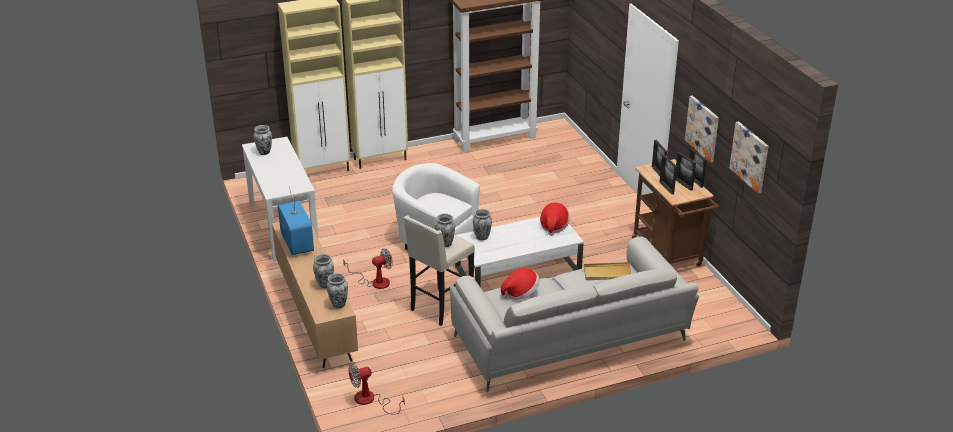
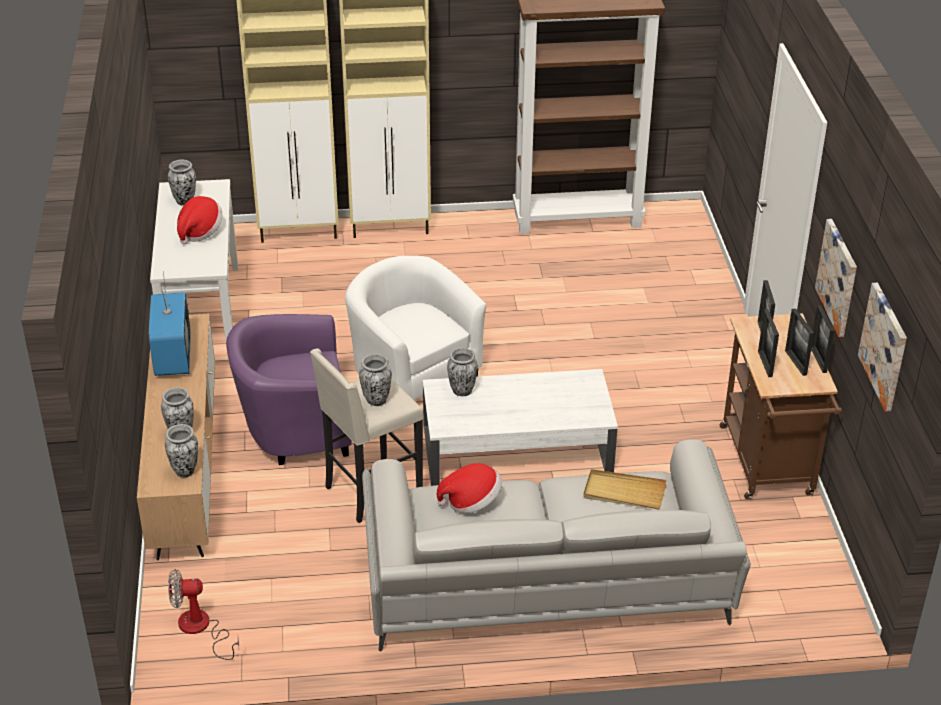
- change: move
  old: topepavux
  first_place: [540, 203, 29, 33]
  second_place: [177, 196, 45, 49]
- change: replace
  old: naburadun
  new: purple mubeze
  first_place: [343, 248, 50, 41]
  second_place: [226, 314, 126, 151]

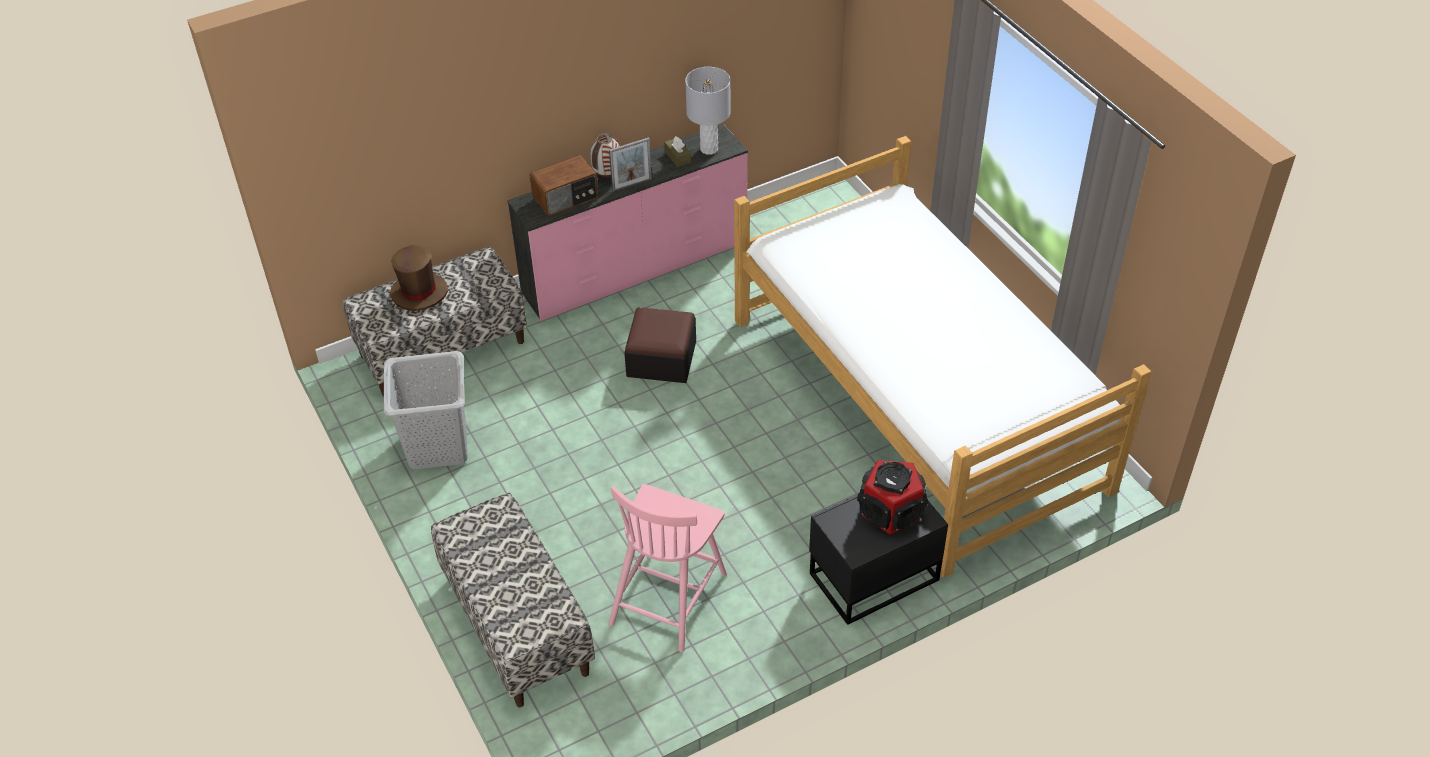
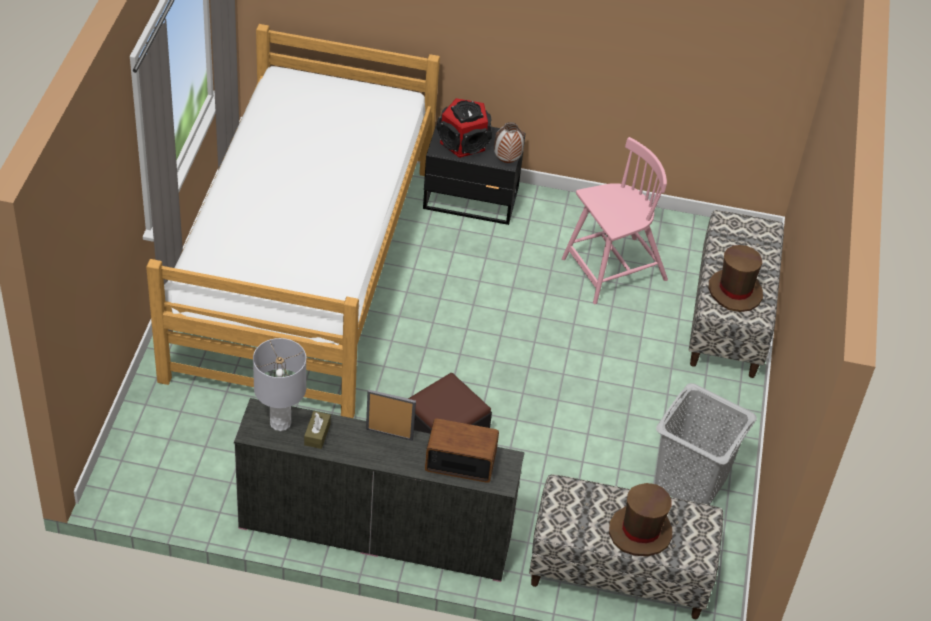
- change: move
  old: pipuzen
  first_place: [590, 133, 29, 44]
  second_place: [494, 122, 31, 41]
- change: insert
  new: brown topepavux
  second_place: [708, 245, 55, 67]

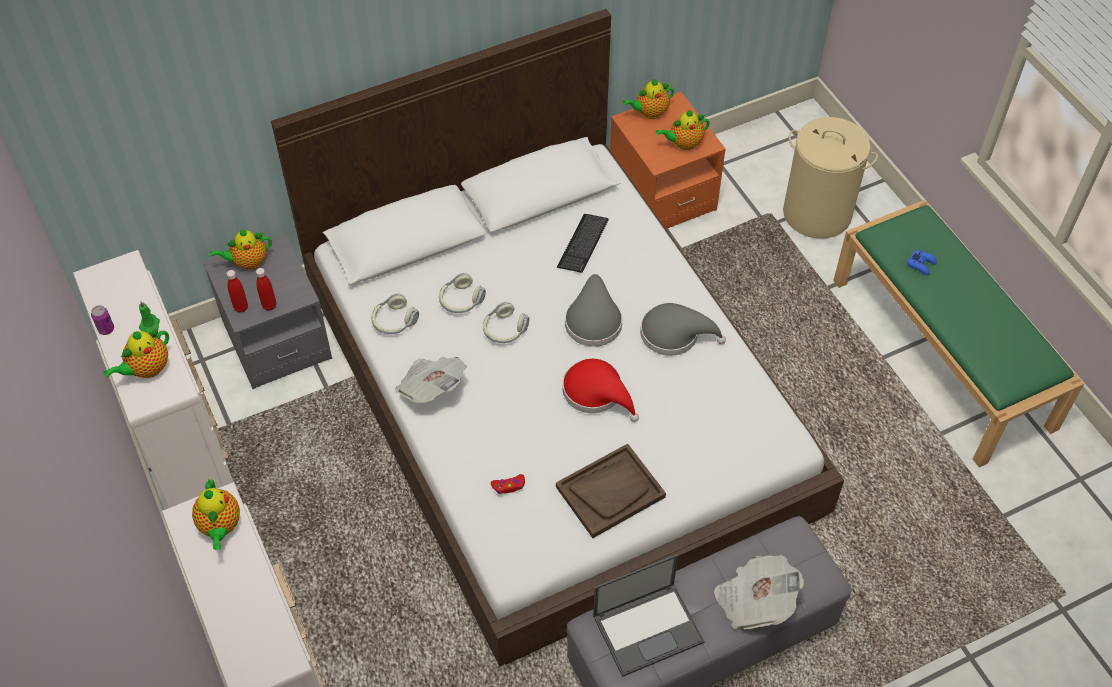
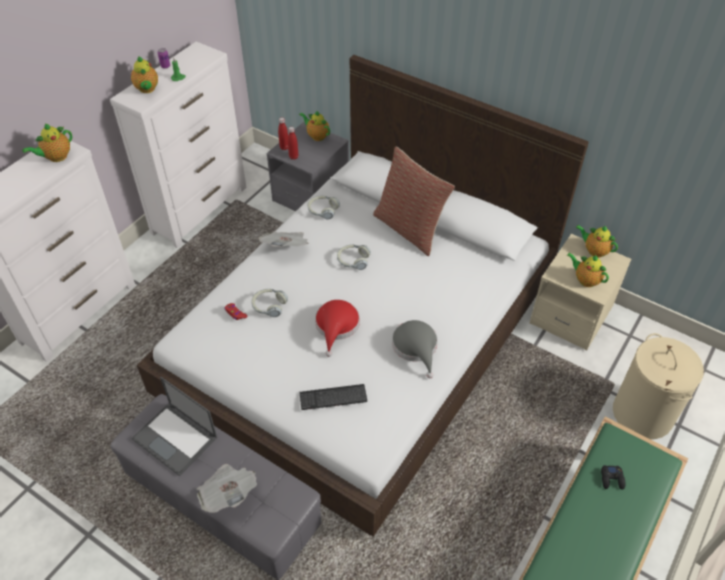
- change: rotate
  old: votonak
  first_place: [103, 327, 66, 51]
  second_place: [131, 56, 27, 37]
  degrees: -120
- change: move
  old: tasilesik
  first_place: [439, 273, 47, 40]
  second_place: [251, 289, 37, 28]
- change: move
  old: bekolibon
  first_place: [557, 214, 51, 59]
  second_place: [300, 384, 67, 26]
- change: insert
  new: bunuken
  second_place: [373, 147, 82, 109]
- change: recolor
  old: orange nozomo
  new: beige nozomo
  first_place: [610, 92, 116, 137]
  second_place: [530, 234, 102, 117]
- change: recolor
  old: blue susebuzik
  new: black susebuzik
  first_place: [907, 250, 30, 25]
  second_place: [601, 465, 24, 25]
- change: delete
  old: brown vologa
  first_place: [556, 444, 110, 94]
- change: delete
  old: grey topepavux
  first_place: [565, 274, 57, 73]

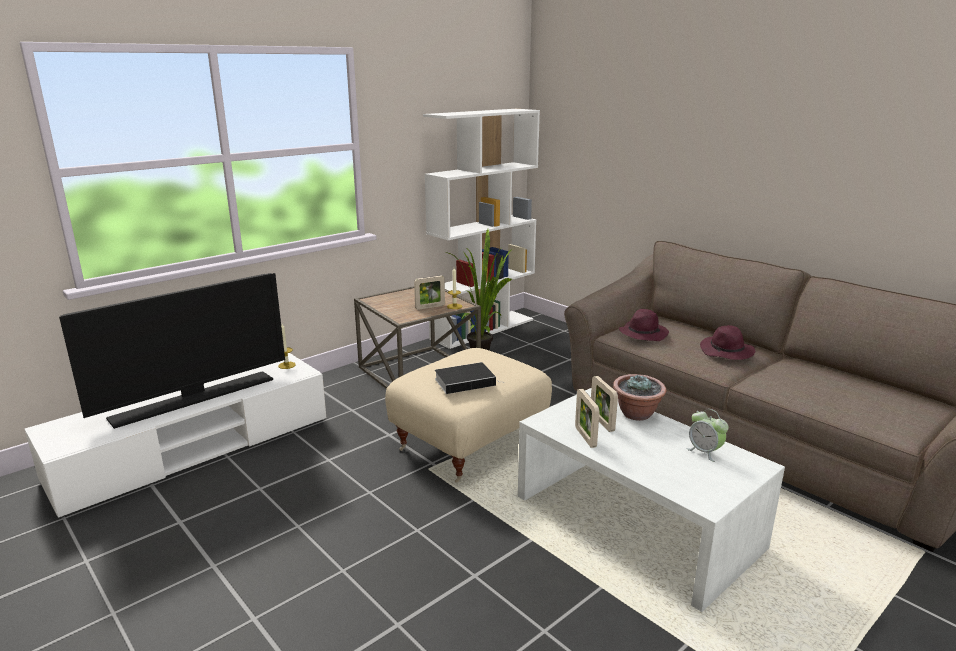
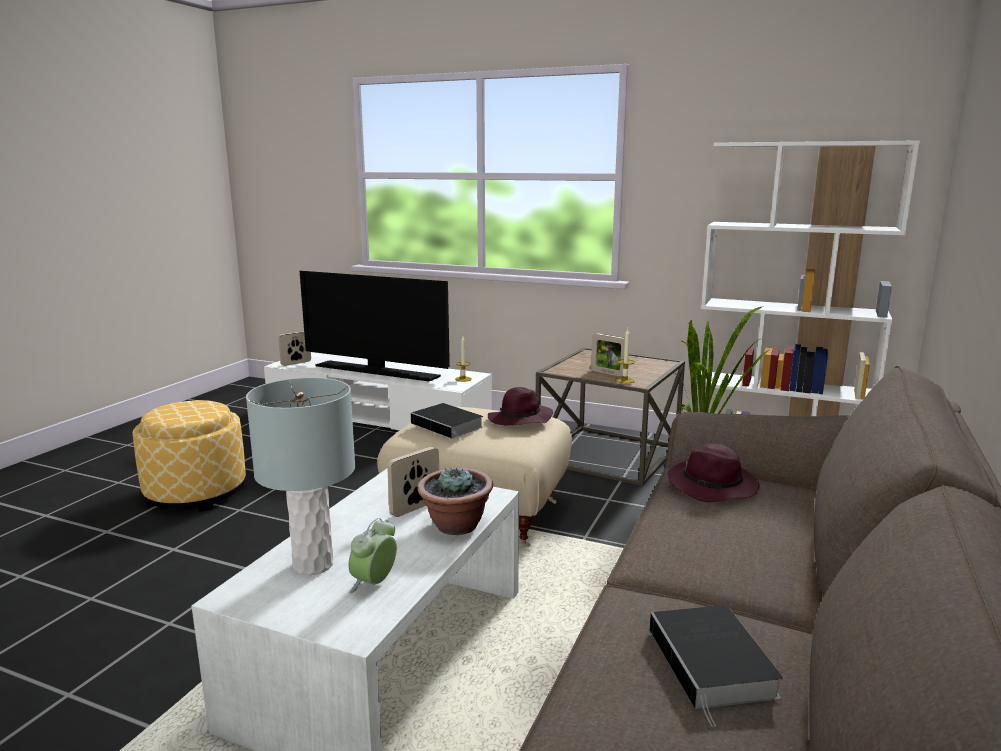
- change: insert
  new: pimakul
  second_place: [132, 400, 114, 112]
- change: insert
  new: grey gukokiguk
  second_place: [246, 378, 109, 197]
- change: move
  old: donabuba
  first_place: [575, 389, 25, 59]
  second_place: [278, 331, 33, 35]
- change: move
  old: purple topepavux
  first_place: [700, 325, 55, 35]
  second_place: [488, 387, 65, 38]
- change: insert
  new: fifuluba
  second_place: [650, 605, 133, 121]

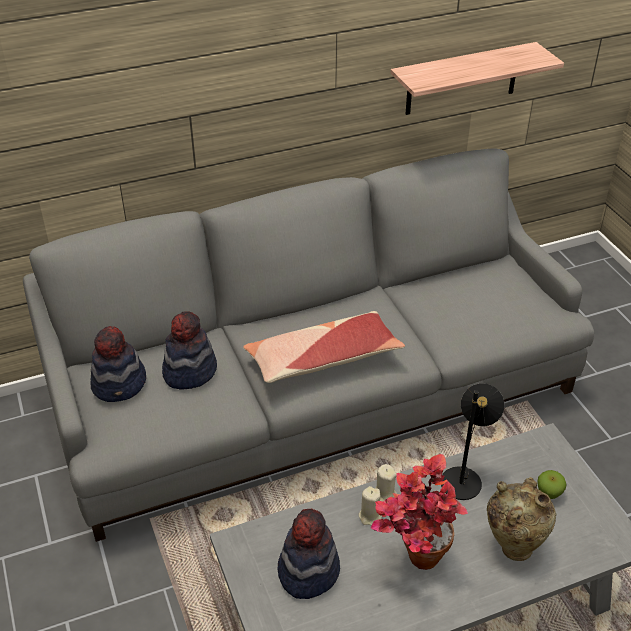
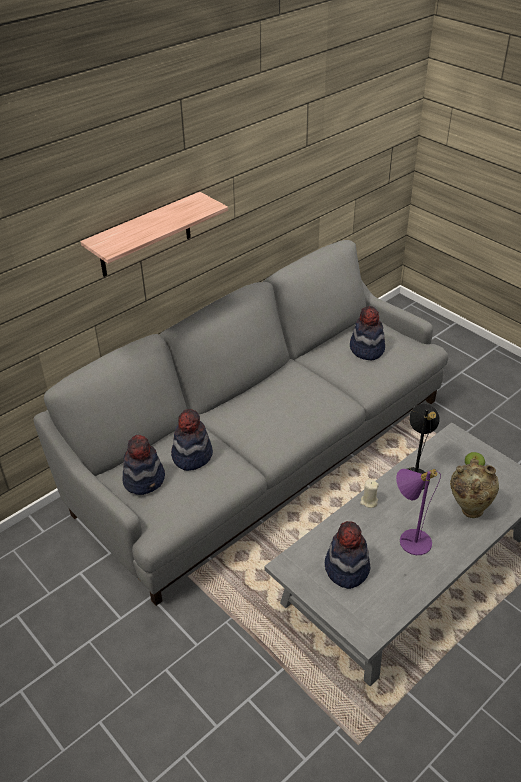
- change: move
  old: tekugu
  first_place: [391, 42, 173, 73]
  second_place: [80, 192, 148, 85]
- change: insert
  new: topepavux
  second_place: [350, 306, 35, 55]
- change: replace
  old: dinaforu
  new: purple gukokiguk
  first_place: [371, 454, 97, 116]
  second_place: [396, 469, 45, 86]
- change: delete
  old: bunuken
  first_place: [243, 311, 162, 72]
- change: delete
  old: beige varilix
  first_place: [359, 486, 23, 40]

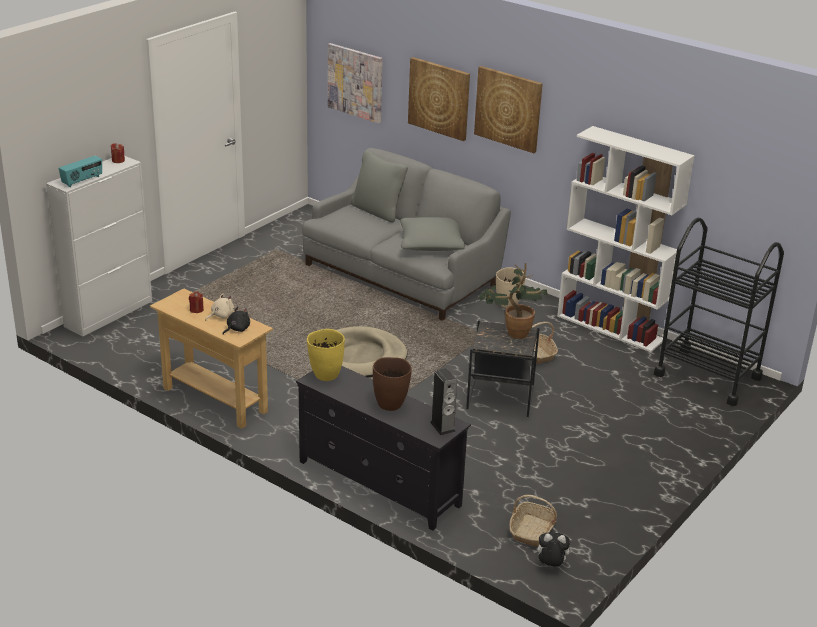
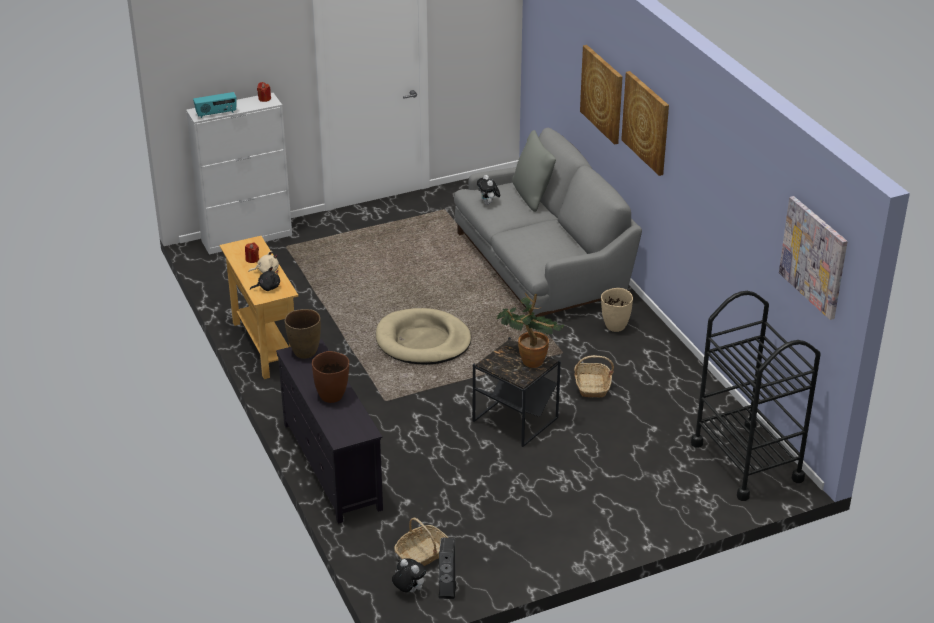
- change: recolor
  old: yellow pipuzen
  new: brown pipuzen
  first_place: [307, 329, 38, 52]
  second_place: [285, 309, 36, 50]
- change: move
  old: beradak
  first_place: [430, 368, 27, 67]
  second_place: [438, 538, 19, 61]
- change: insert
  new: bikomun
  second_place: [477, 175, 23, 30]
- change: move
  old: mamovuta
  first_place: [328, 43, 55, 80]
  second_place: [779, 196, 69, 124]
- change: delete
  old: grey bunuken
  first_place: [400, 217, 65, 34]
- change: delete
  old: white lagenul
  first_place: [557, 126, 138, 226]

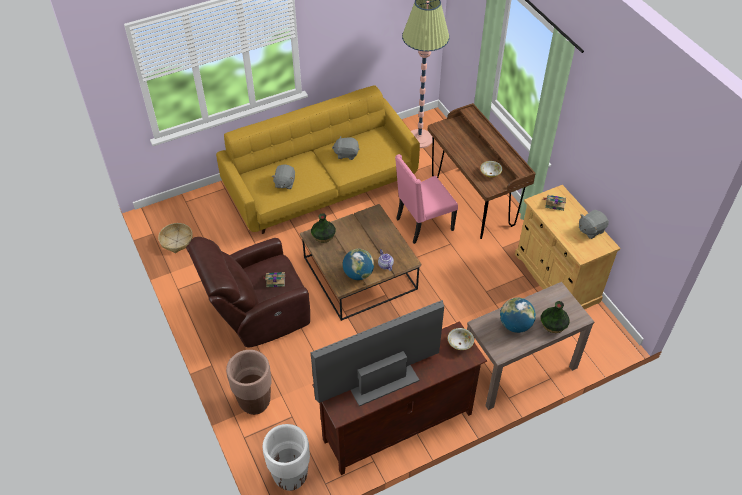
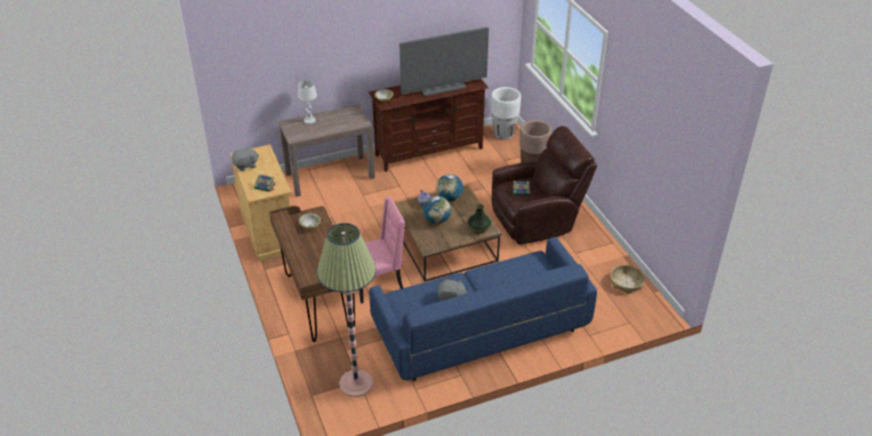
- change: replace
  old: pipuzen
  new: white gukokiguk
  first_place: [541, 301, 29, 32]
  second_place: [297, 80, 20, 44]
- change: recolor
  old: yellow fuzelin
  new: blue fuzelin
  first_place: [216, 85, 204, 149]
  second_place: [369, 237, 228, 144]
- change: move
  old: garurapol
  first_place: [500, 298, 36, 35]
  second_place: [423, 196, 28, 28]
- change: delete
  old: grey bikomun
  first_place: [272, 165, 23, 24]

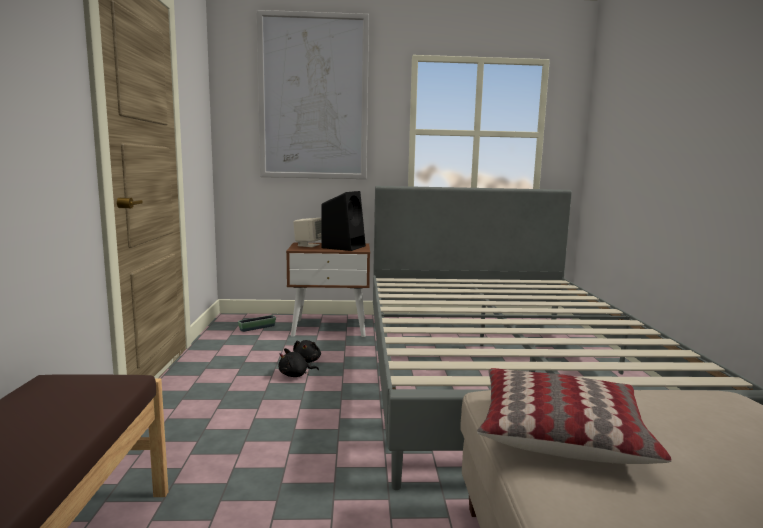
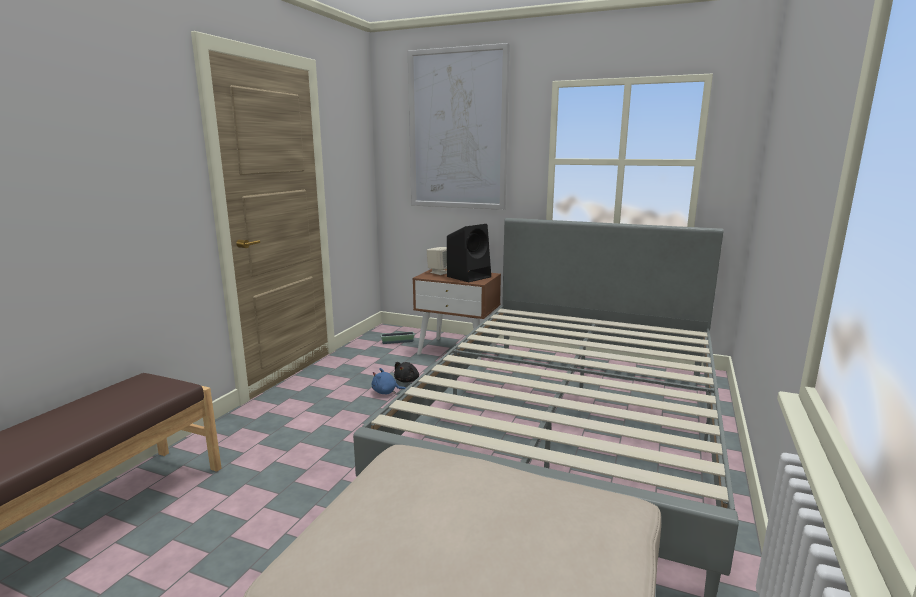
- change: recolor
  old: black bikomun
  new: blue bikomun
  first_place: [279, 348, 40, 29]
  second_place: [372, 368, 34, 26]
- change: delete
  old: bunuken
  first_place: [477, 368, 195, 96]

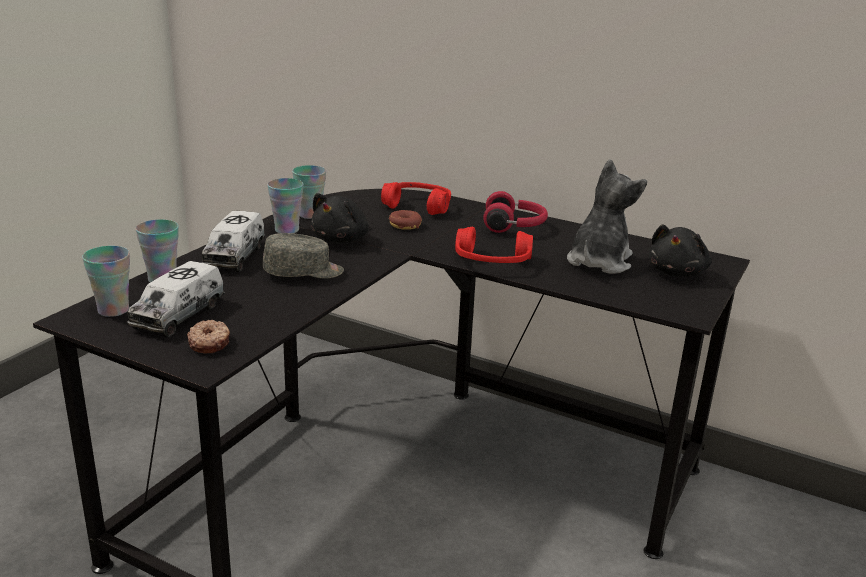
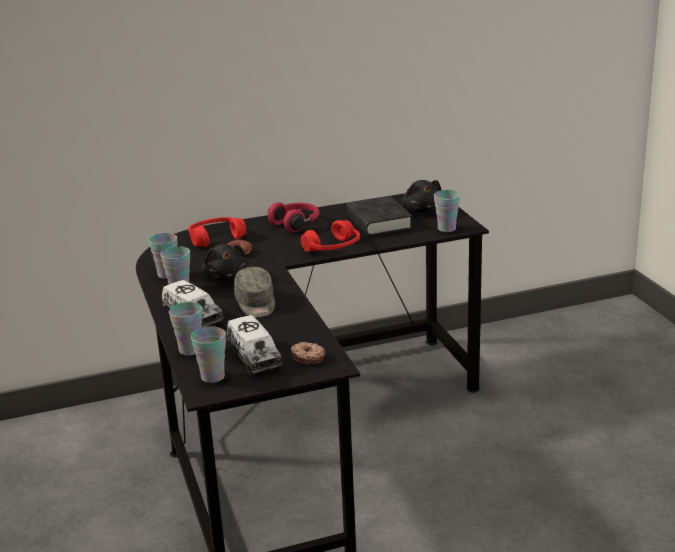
- change: rotate
  old: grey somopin
  first_place: [263, 233, 81, 46]
  second_place: [234, 267, 41, 50]
  degrees: 135
- change: replace
  old: bikomun
  new: black fifuluba
  first_place: [567, 159, 80, 115]
  second_place: [346, 196, 66, 40]
- change: insert
  new: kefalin
  second_place: [434, 190, 26, 42]

